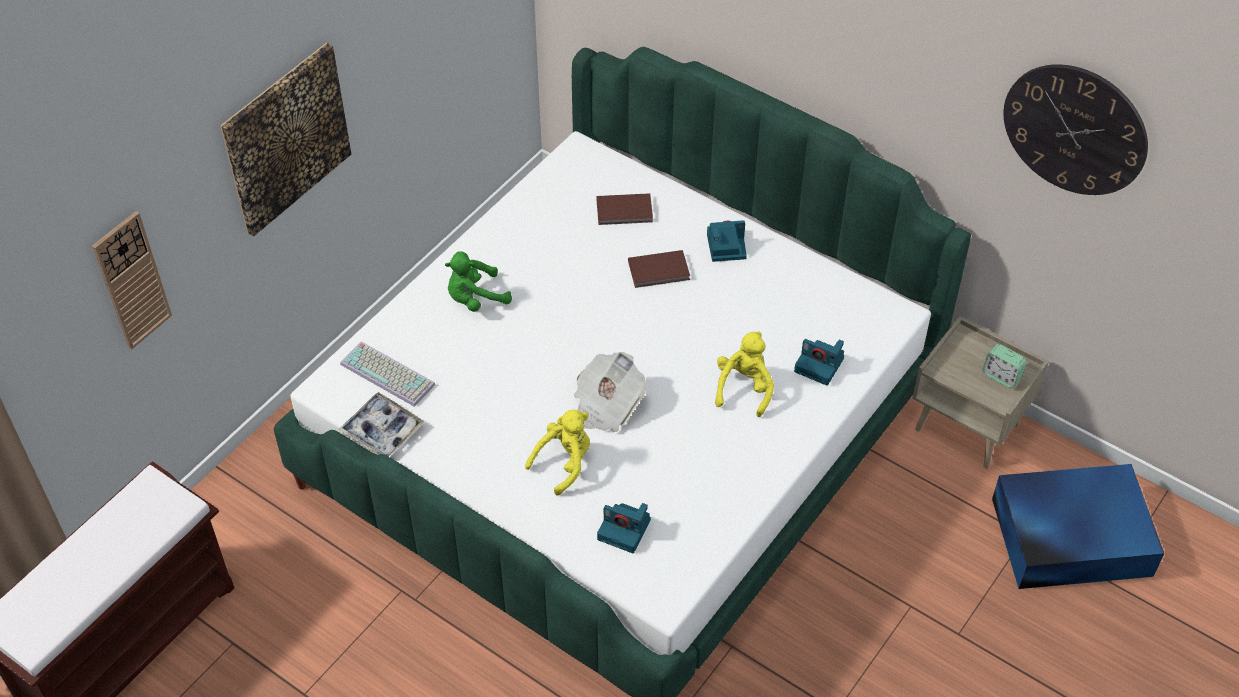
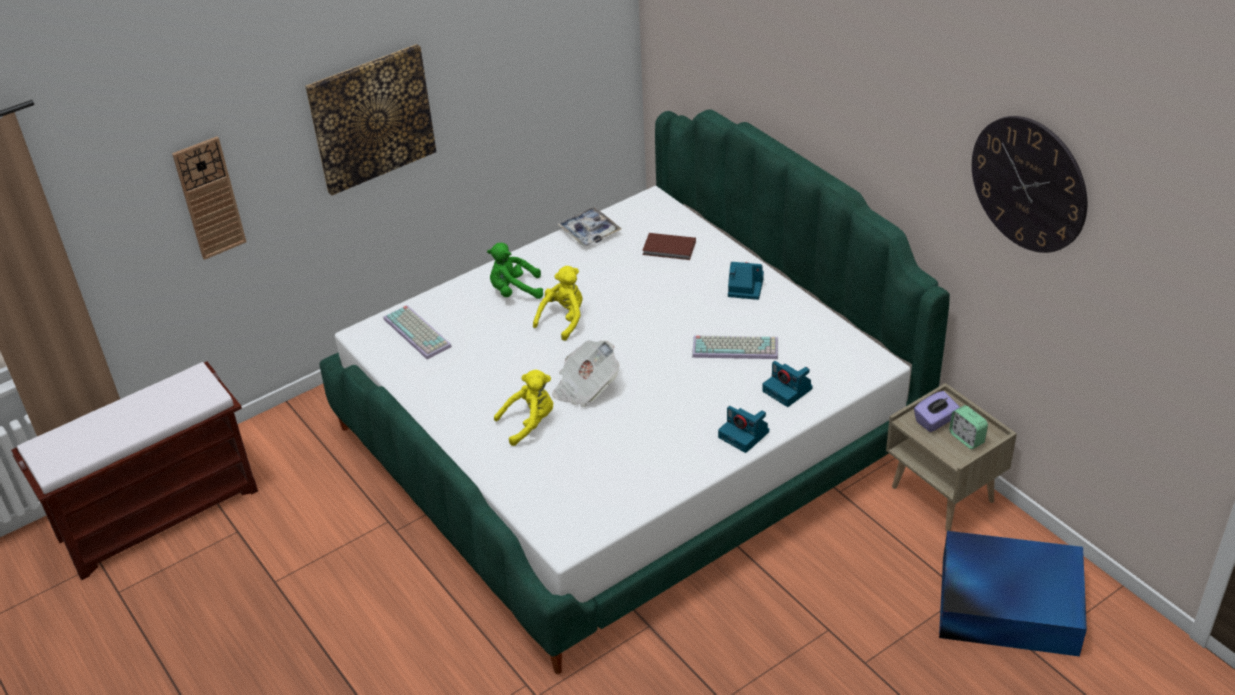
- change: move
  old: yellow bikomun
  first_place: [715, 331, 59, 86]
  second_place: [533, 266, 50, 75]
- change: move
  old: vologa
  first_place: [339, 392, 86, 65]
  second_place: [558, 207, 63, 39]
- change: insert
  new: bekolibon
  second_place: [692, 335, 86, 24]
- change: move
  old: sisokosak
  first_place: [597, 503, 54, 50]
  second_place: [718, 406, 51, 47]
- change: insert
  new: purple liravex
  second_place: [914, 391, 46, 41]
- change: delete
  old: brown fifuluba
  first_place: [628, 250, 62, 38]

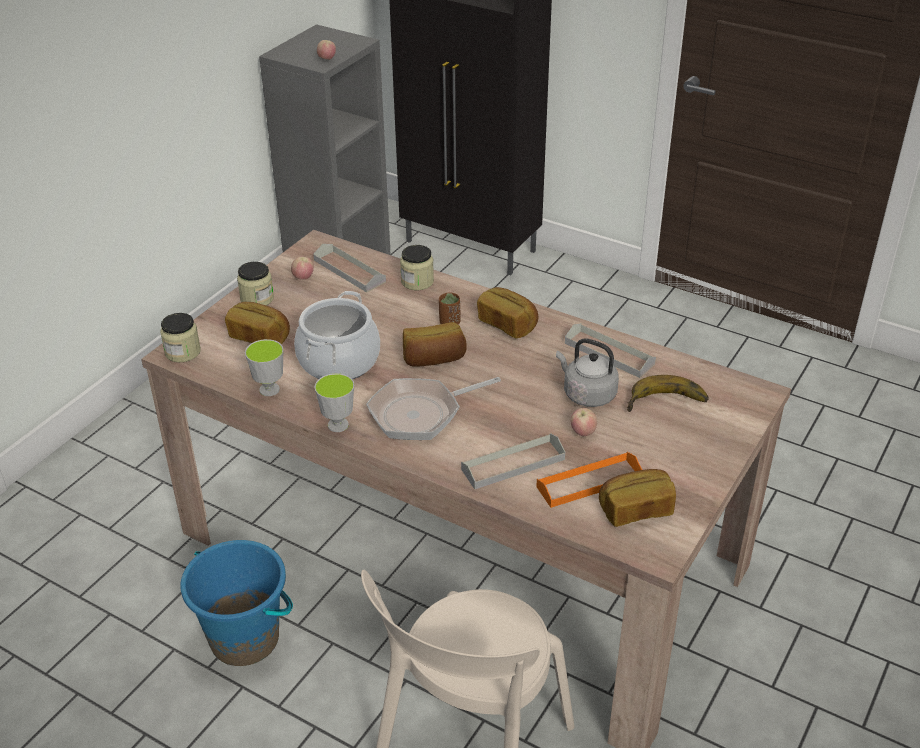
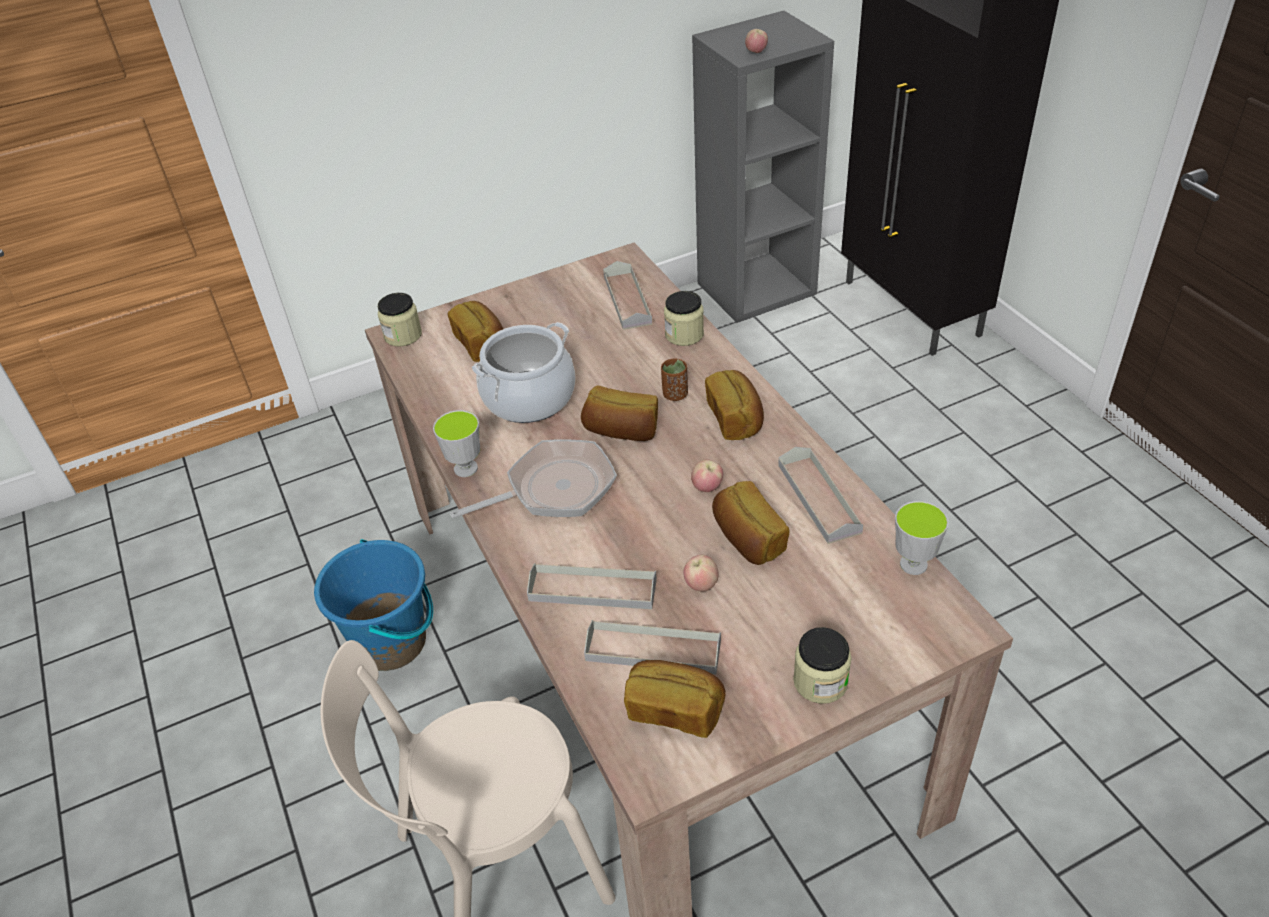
- change: rotate
  old: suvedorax
  first_place: [366, 377, 135, 63]
  second_place: [450, 440, 167, 78]
  degrees: 150
- change: recolor
  old: orange vologa
  new: grey vologa
  first_place: [536, 452, 106, 56]
  second_place: [584, 620, 137, 54]
- change: move
  old: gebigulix
  first_place: [291, 257, 23, 23]
  second_place: [691, 459, 32, 33]
- change: replace
  old: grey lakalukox
  new: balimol
  first_place: [556, 338, 63, 69]
  second_place: [712, 481, 78, 84]
- change: move
  old: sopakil
  first_place: [237, 262, 37, 44]
  second_place: [793, 627, 58, 77]
- change: move
  old: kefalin
  first_place: [245, 339, 38, 57]
  second_place: [895, 501, 54, 74]
- change: delete
  old: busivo
  first_place: [627, 375, 82, 37]

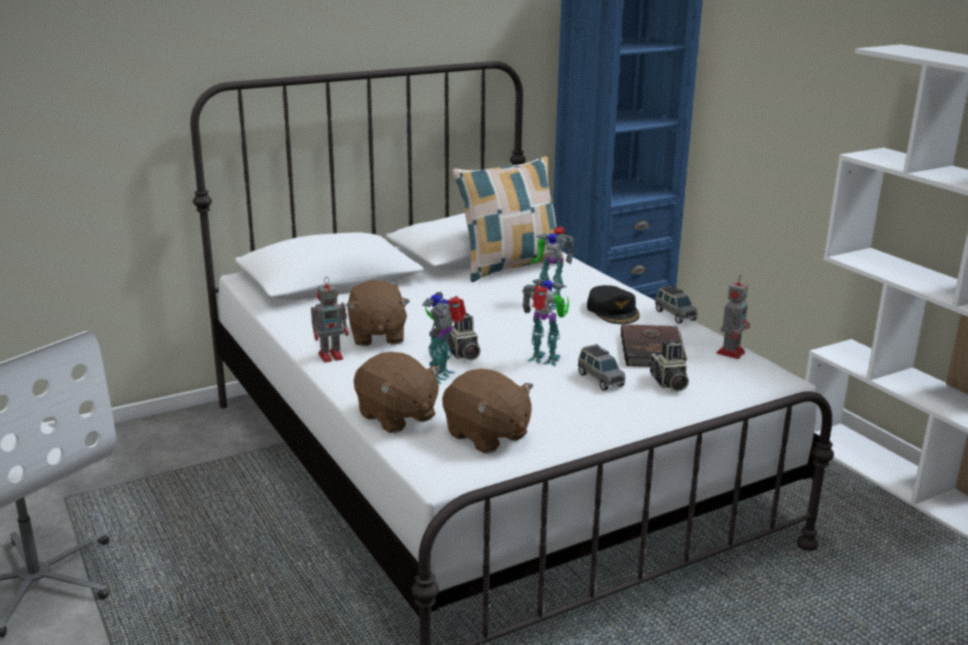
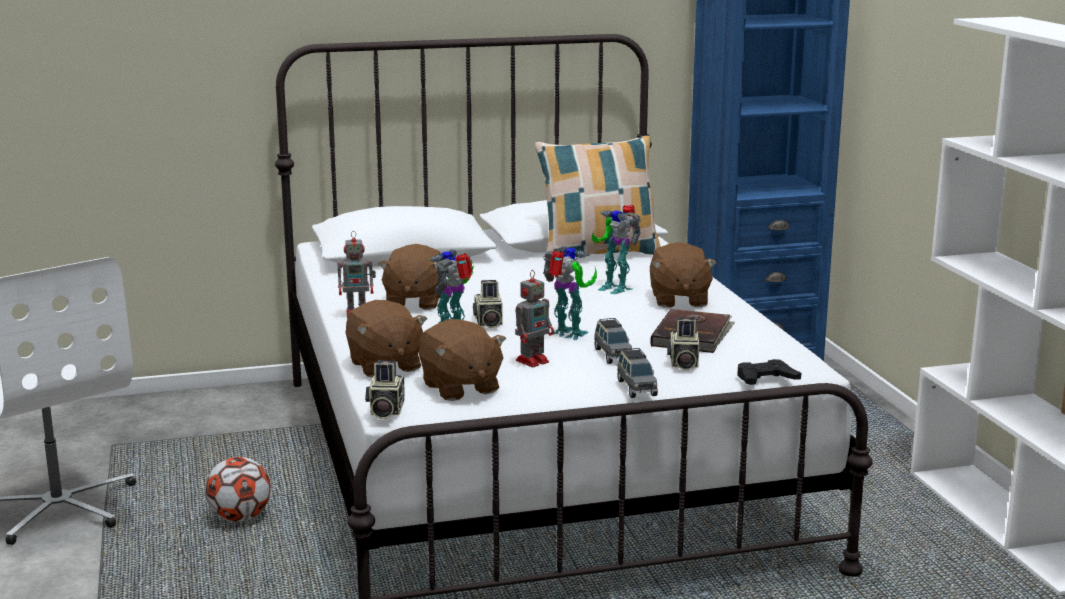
- change: insert
  new: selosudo
  second_place: [205, 457, 66, 65]
- change: insert
  new: sisokosak
  second_place: [365, 360, 40, 59]
- change: move
  old: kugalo
  first_place: [717, 275, 33, 84]
  second_place: [515, 271, 39, 96]
- change: move
  old: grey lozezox
  first_place: [655, 285, 43, 39]
  second_place: [617, 348, 41, 50]
- change: replace
  old: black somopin
  new: brown bikomun
  first_place: [587, 285, 53, 39]
  second_place: [650, 242, 67, 66]
- change: insert
  new: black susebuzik
  second_place: [737, 359, 64, 26]

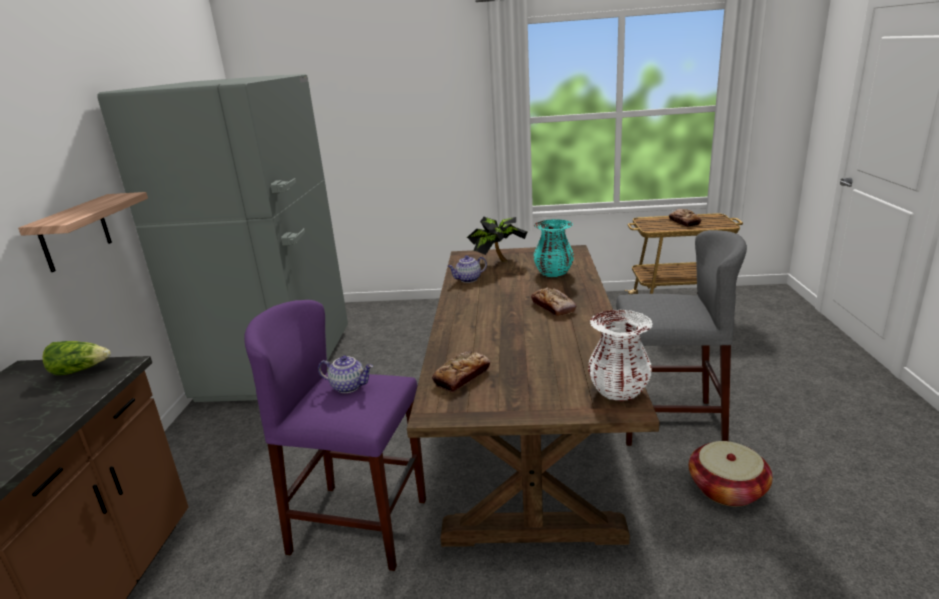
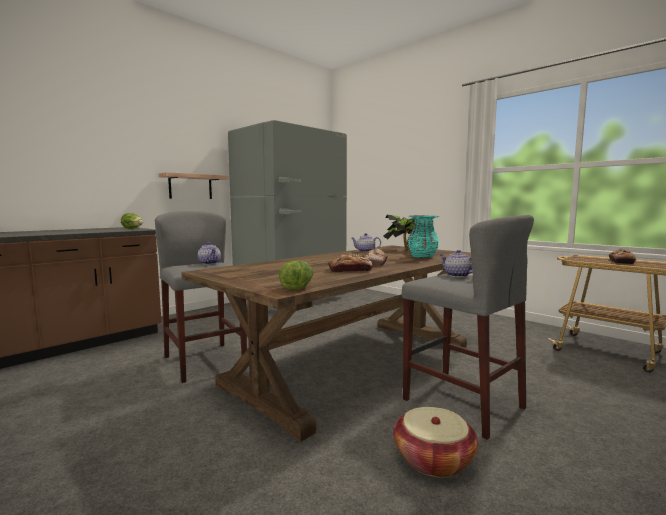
- change: recolor
  old: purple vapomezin
  new: grey vapomezin
  first_place: [244, 300, 182, 271]
  second_place: [155, 211, 92, 172]
- change: replace
  old: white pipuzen
  new: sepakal
  first_place: [588, 310, 65, 91]
  second_place: [279, 260, 34, 30]
- change: move
  old: balimol
  first_place: [432, 351, 58, 41]
  second_place: [328, 254, 45, 18]
- change: insert
  new: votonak
  second_place: [440, 250, 33, 27]

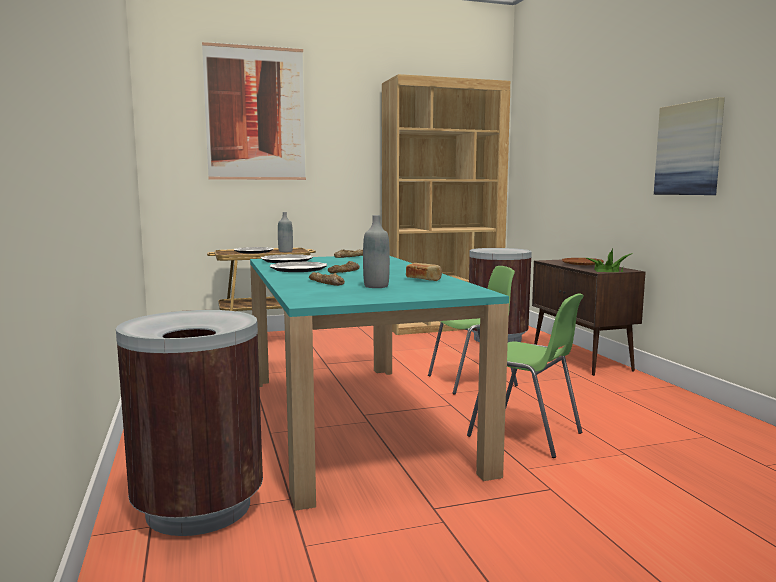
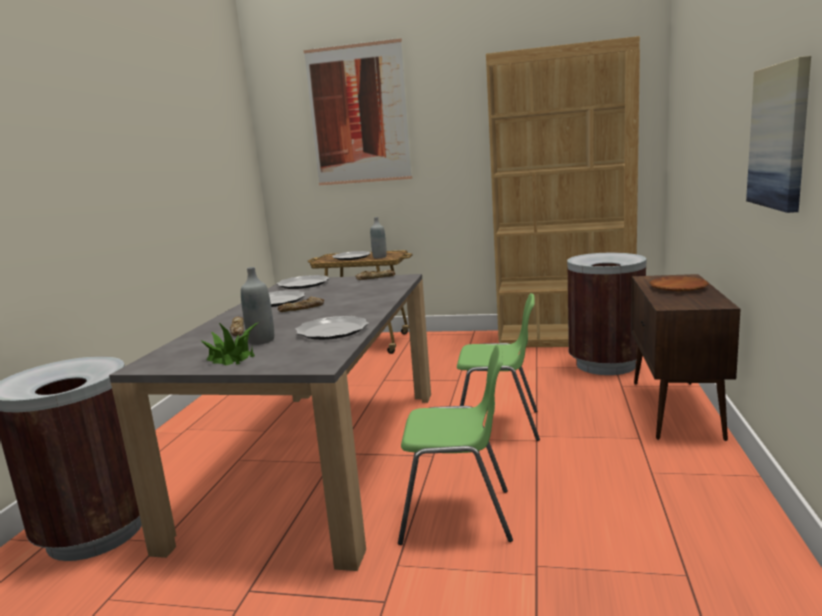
- change: recolor
  old: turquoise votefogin
  new: grey votefogin
  first_place: [250, 256, 259, 255]
  second_place: [109, 274, 322, 297]
- change: move
  old: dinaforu
  first_place: [587, 249, 46, 23]
  second_place: [200, 322, 59, 43]
- change: replace
  old: balimol
  new: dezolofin
  first_place: [406, 263, 36, 18]
  second_place: [296, 316, 73, 24]
- change: rotate
  old: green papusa
  first_place: [467, 294, 117, 164]
  second_place: [398, 344, 115, 201]
  degrees: -60

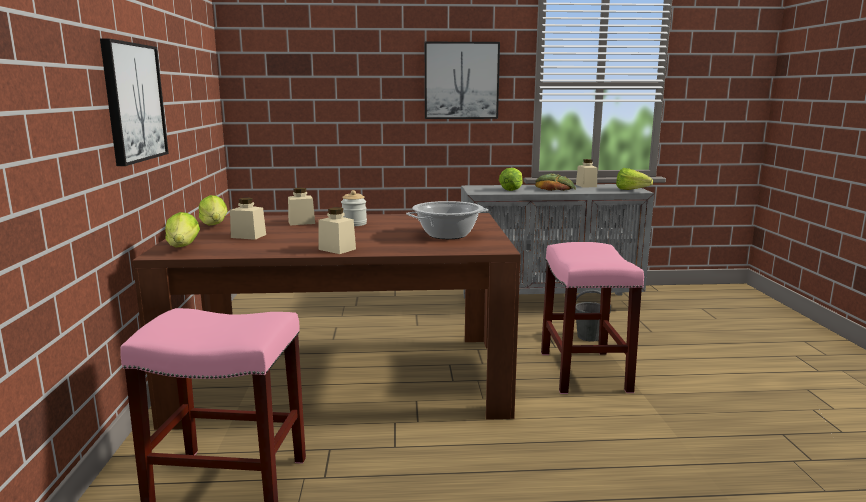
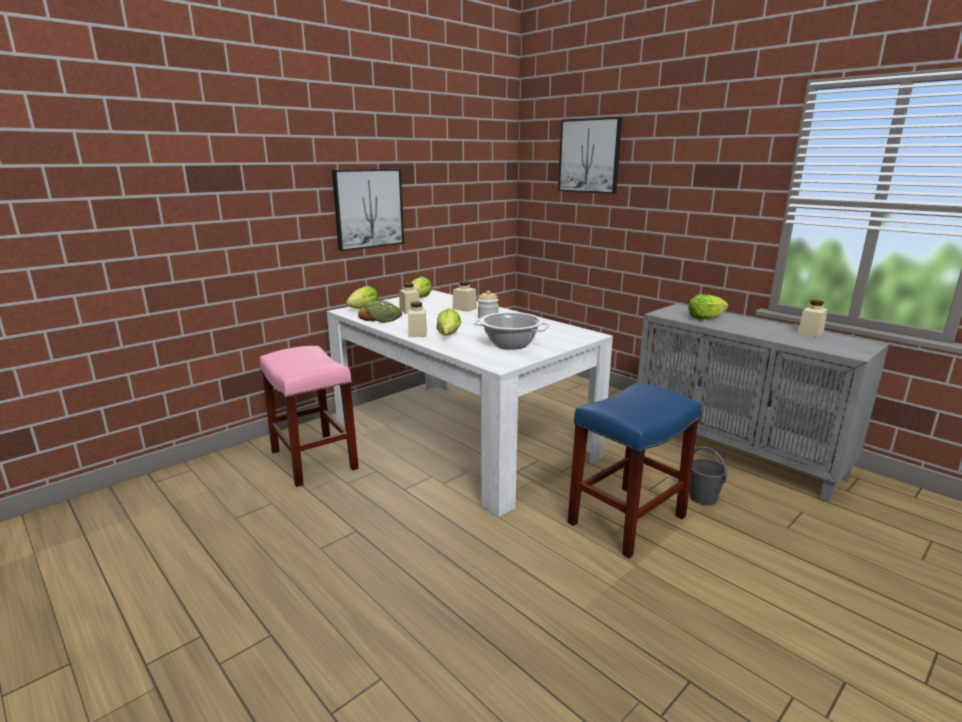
- change: recolor
  old: brown votefogin
  new: white votefogin
  first_place: [132, 213, 389, 217]
  second_place: [327, 290, 286, 227]
- change: move
  old: balimol
  first_place: [535, 173, 41, 18]
  second_place: [358, 301, 44, 22]
- change: move
  old: sepakal
  first_place: [616, 168, 37, 22]
  second_place: [437, 309, 24, 27]
- change: move
  old: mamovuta
  first_place: [425, 42, 75, 77]
  second_place: [558, 117, 64, 77]
- change: recolor
  old: pink vapomezin
  new: blue vapomezin
  first_place: [541, 242, 103, 152]
  second_place: [568, 382, 133, 177]

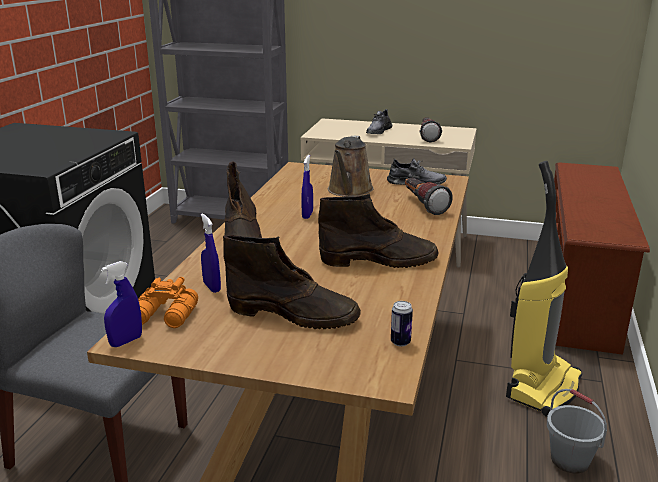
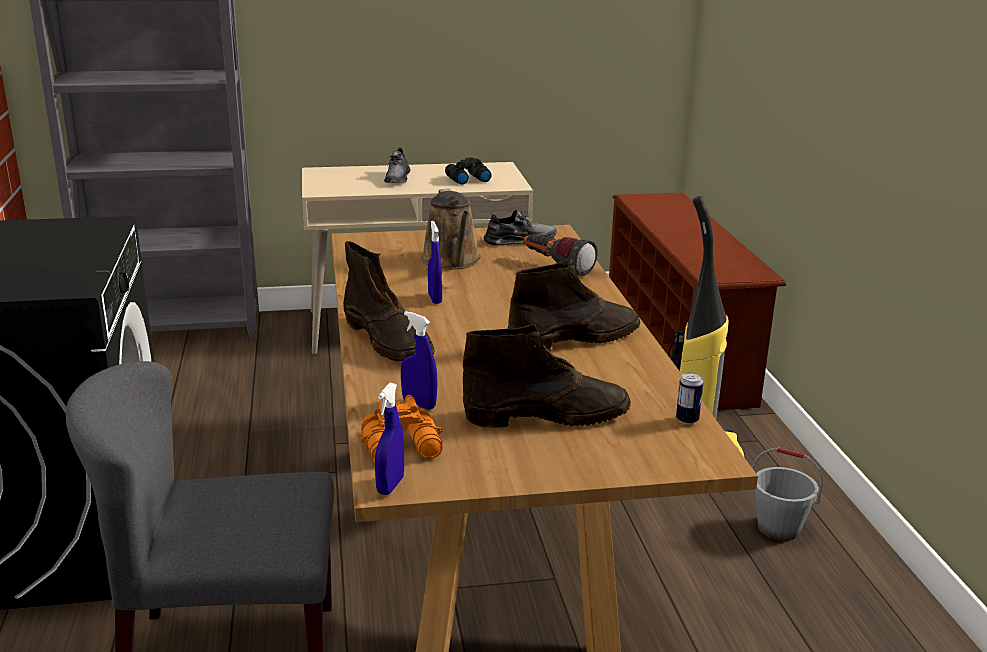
- change: replace
  old: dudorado
  new: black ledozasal
  first_place: [419, 117, 23, 25]
  second_place: [445, 157, 46, 28]

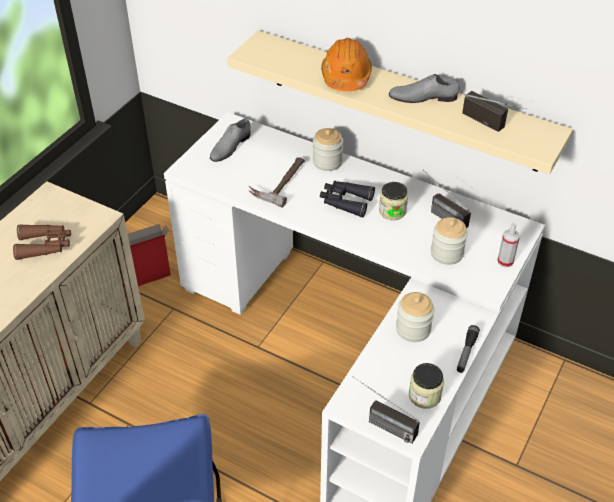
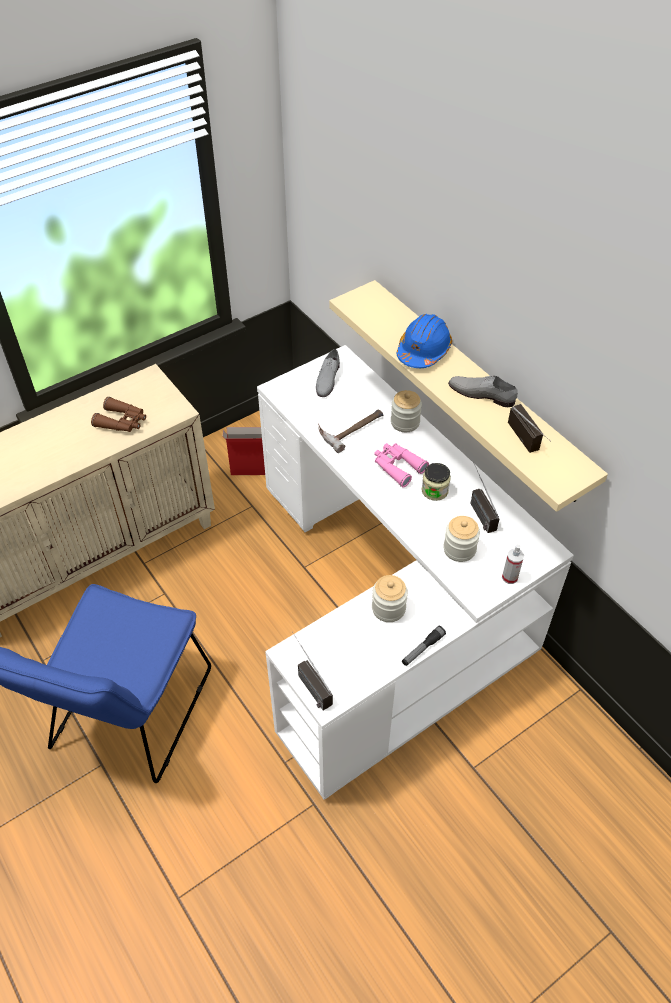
- change: rotate
  old: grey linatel
  first_place: [210, 118, 41, 44]
  second_place: [316, 349, 24, 48]
  degrees: -45
- change: recolor
  old: black ledozasal
  new: pink ledozasal
  first_place: [320, 181, 55, 36]
  second_place: [374, 443, 55, 45]
- change: recolor
  old: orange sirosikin
  new: blue sirosikin
  first_place: [321, 38, 51, 54]
  second_place: [397, 314, 55, 54]
- change: delete
  old: sopakil
  first_place: [409, 363, 35, 46]

